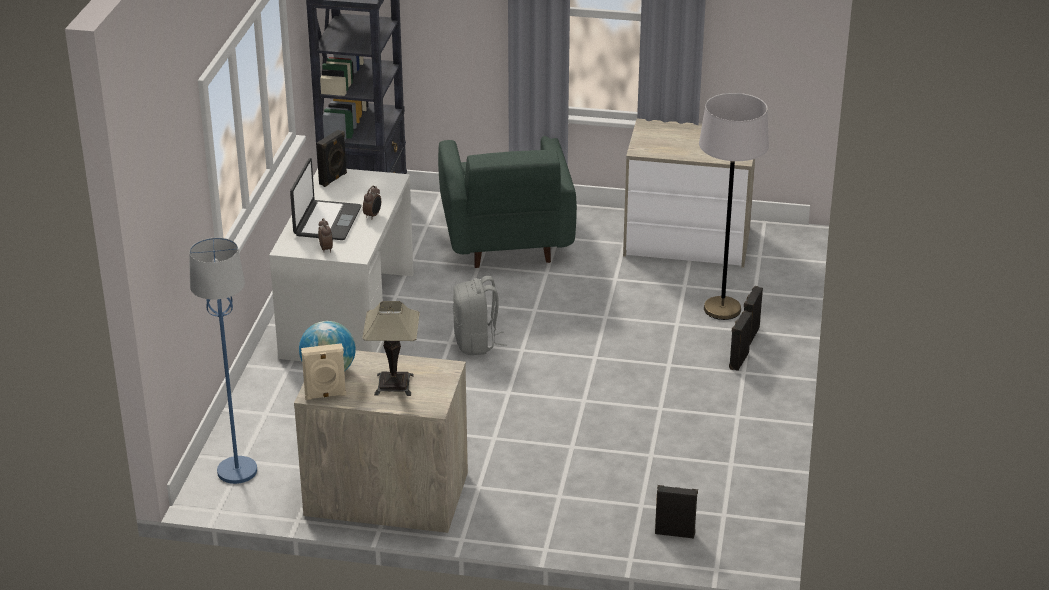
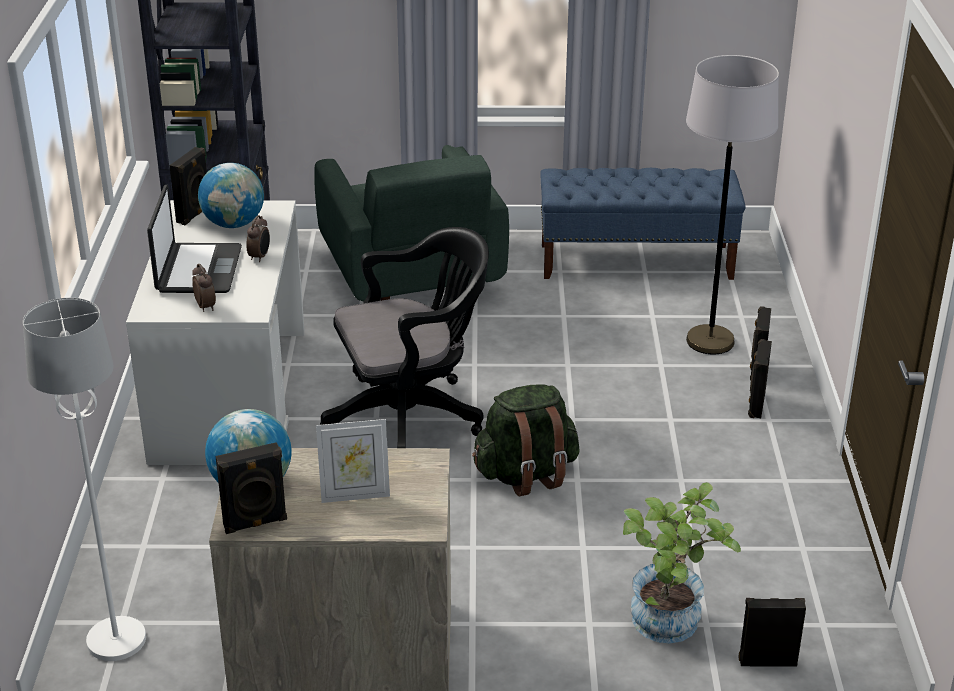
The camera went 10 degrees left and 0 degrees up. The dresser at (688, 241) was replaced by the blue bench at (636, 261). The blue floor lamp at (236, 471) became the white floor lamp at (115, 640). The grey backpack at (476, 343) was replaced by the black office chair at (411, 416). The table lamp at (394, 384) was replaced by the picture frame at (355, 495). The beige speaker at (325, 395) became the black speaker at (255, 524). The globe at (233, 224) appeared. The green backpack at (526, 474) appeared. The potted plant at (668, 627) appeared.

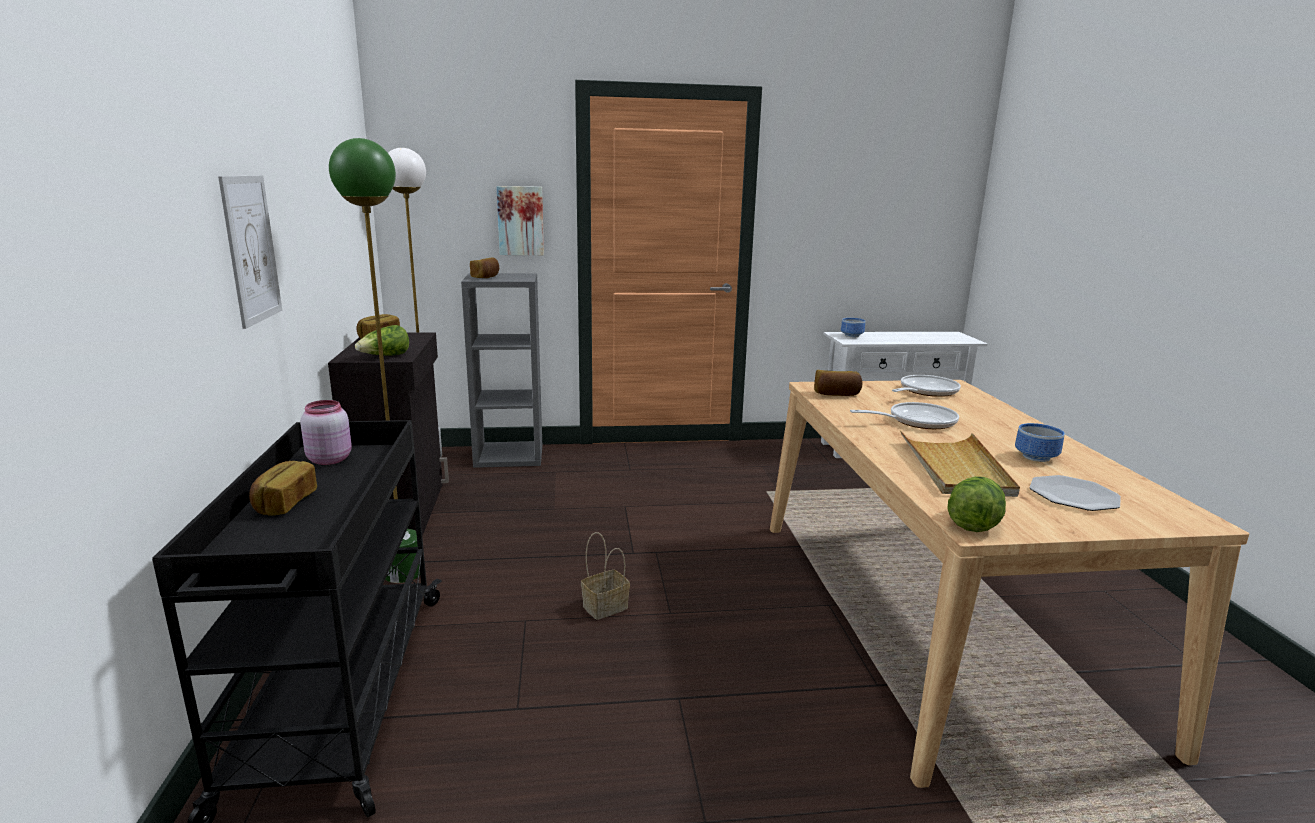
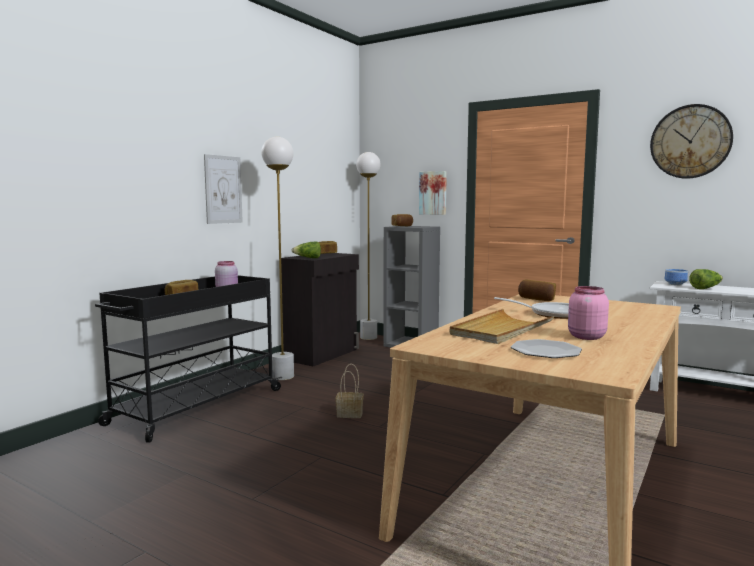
The camera went 40 degrees right and 10 degrees down. The green floor lamp at (403, 573) became the white floor lamp at (283, 376). The frying pan at (925, 391) disappeared. The bowl at (1035, 457) was replaced by the pink jar at (585, 337). The lettuce moved from (973, 520) to (705, 288). The wall clock at (690, 141) appeared.

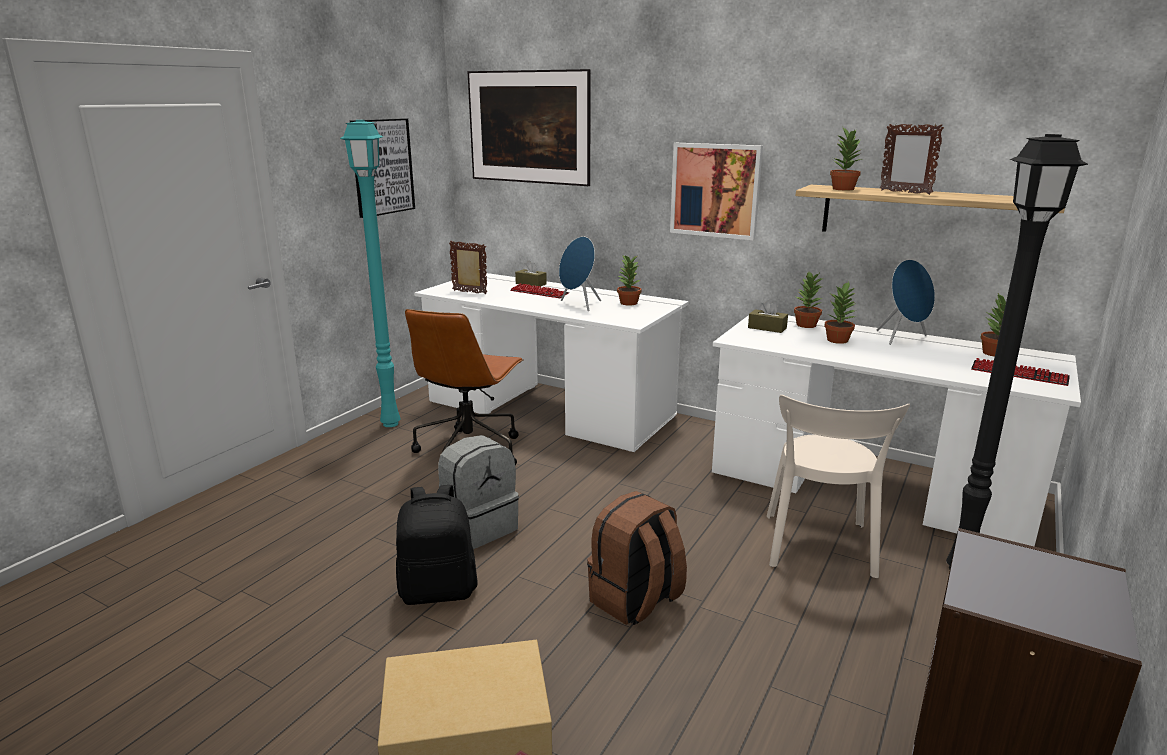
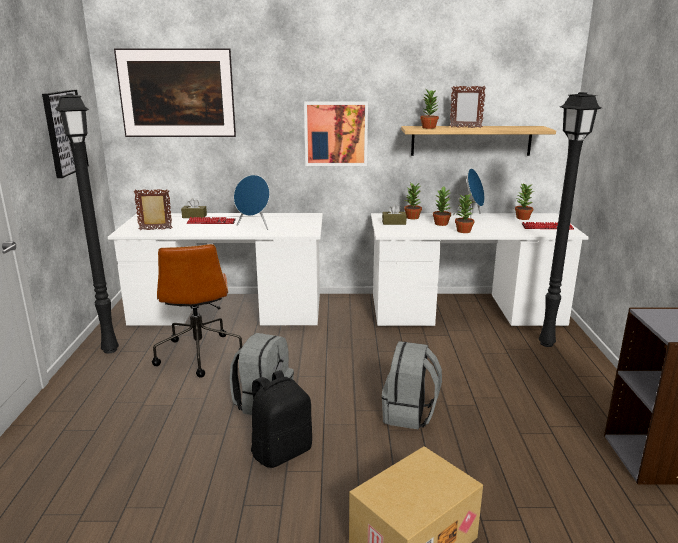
The camera went 30 degrees left and 0 degrees up. The turquoise floor lamp at (392, 423) became the black floor lamp at (111, 349). The potted plant moved from (628, 303) to (463, 231). The beige chair at (819, 548) disappeared. The brown backpack at (636, 601) became the grey backpack at (409, 414).

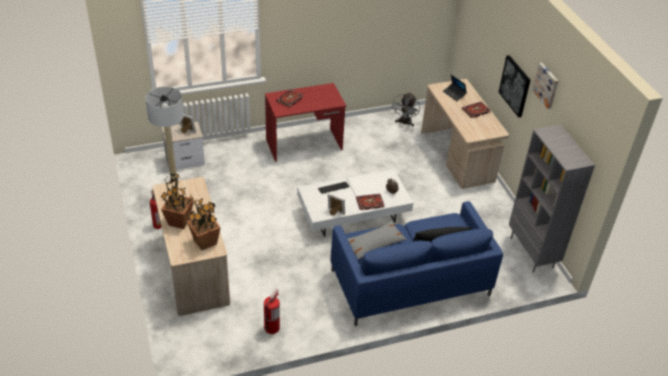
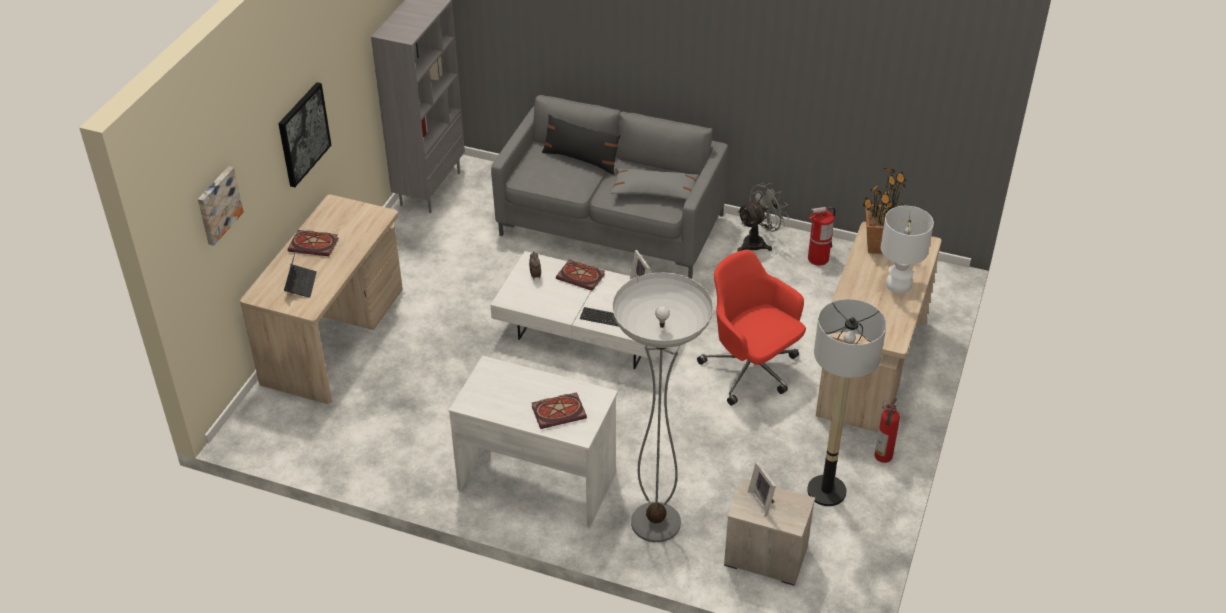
The camera went 140 degrees left and 0 degrees up. The picture moved from (546, 85) to (218, 205). The red desk at (304, 145) became the white desk at (537, 480). The grey fan moved from (404, 123) to (758, 242). The potted plant at (179, 222) was replaced by the white table lamp at (897, 284). The blue sofa at (410, 283) became the grey sofa at (611, 226). The red office chair at (751, 371) appeared. The floor lamp at (655, 522) appeared.

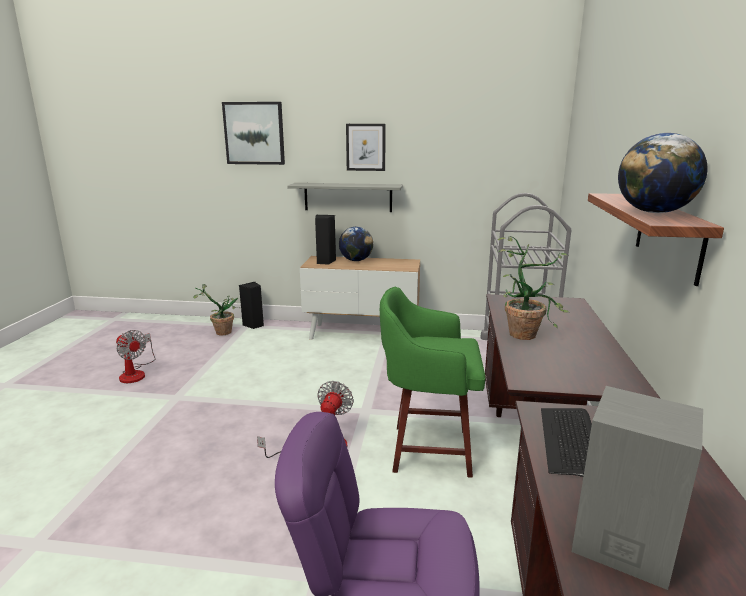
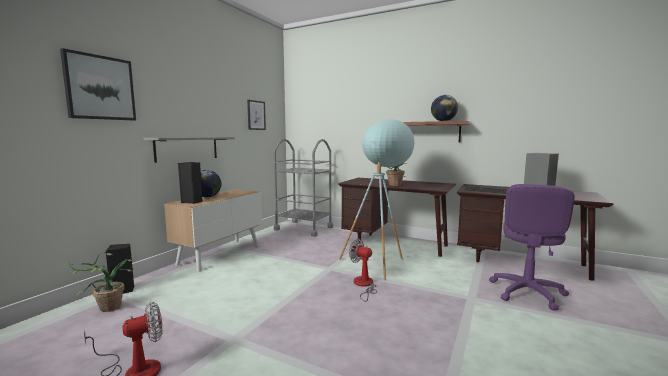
The camera went 70 degrees left and 10 degrees down. The picture moved from (365, 147) to (256, 115). The green stool at (427, 450) was replaced by the turquoise floor lamp at (380, 261).

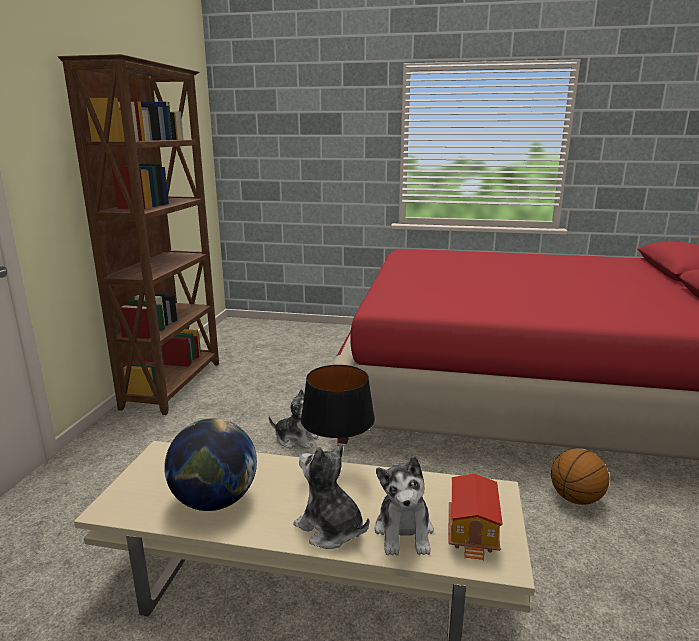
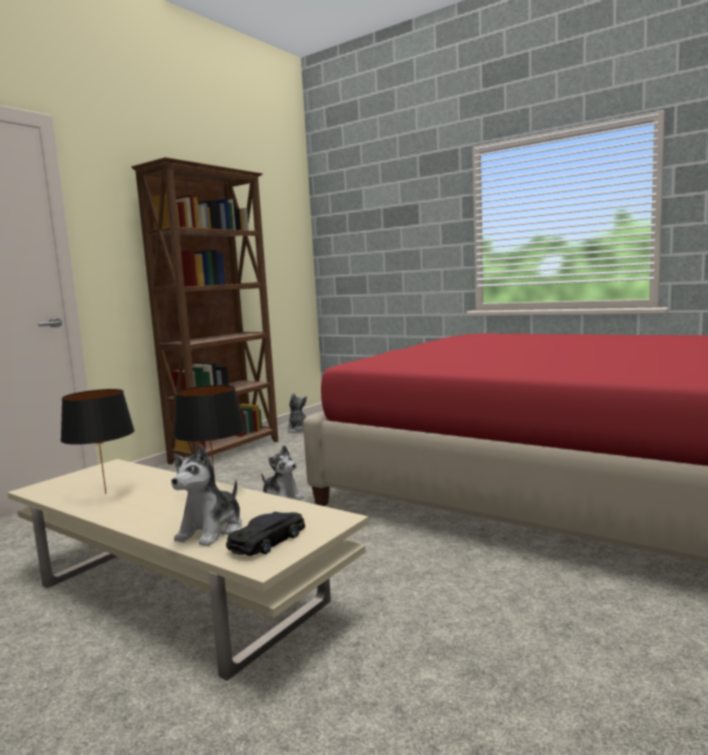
The camera went 25 degrees right and 10 degrees down. The globe at (215, 501) was replaced by the black table lamp at (105, 494). The plush toy moved from (330, 529) to (298, 430). The basketball at (576, 498) disappeared. The toy house at (473, 532) was replaced by the black toy car at (269, 540).

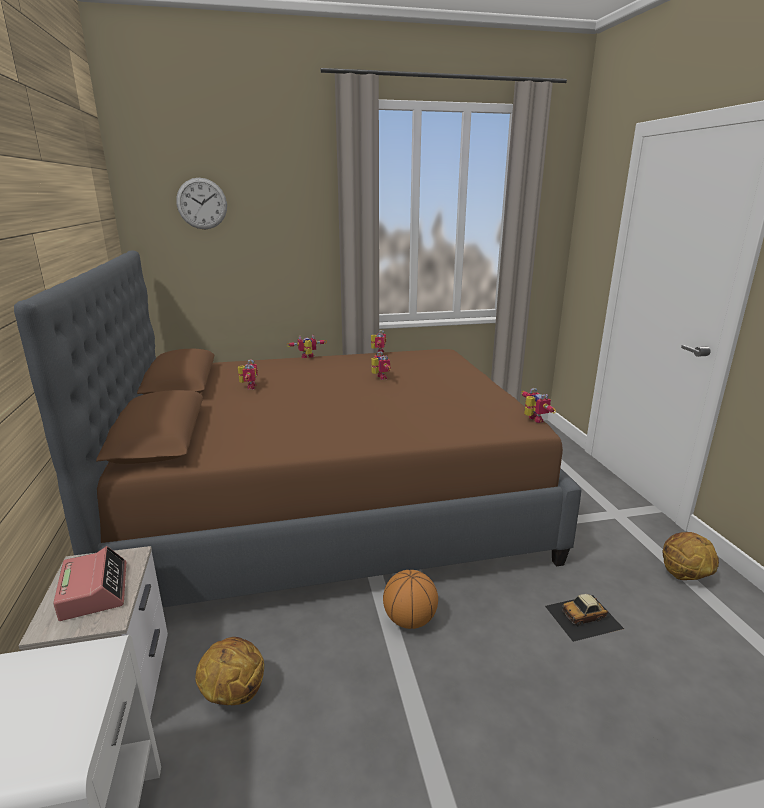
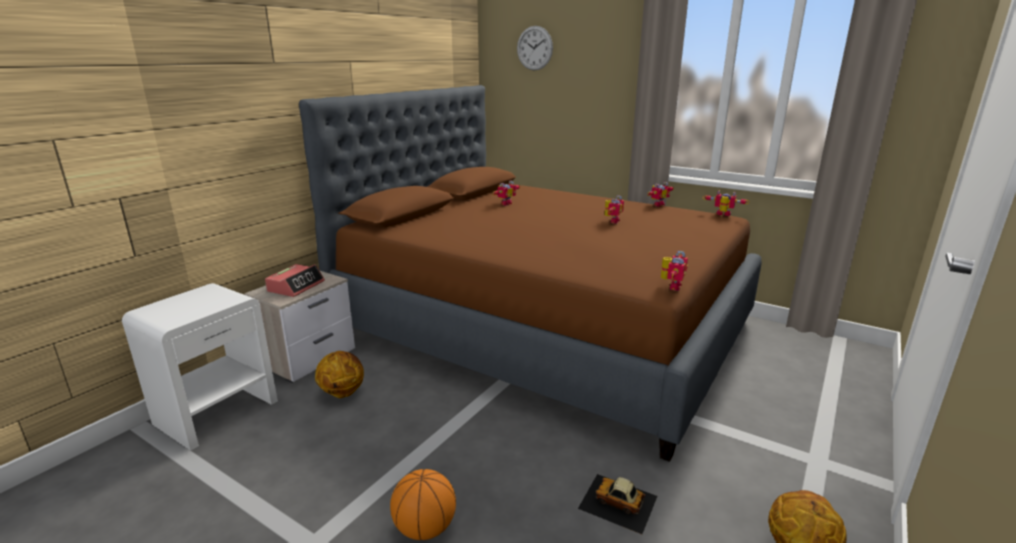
The camera went 45 degrees right and 0 degrees up. The toy robot moved from (308, 357) to (723, 215). The basketball moved from (409, 620) to (425, 528).

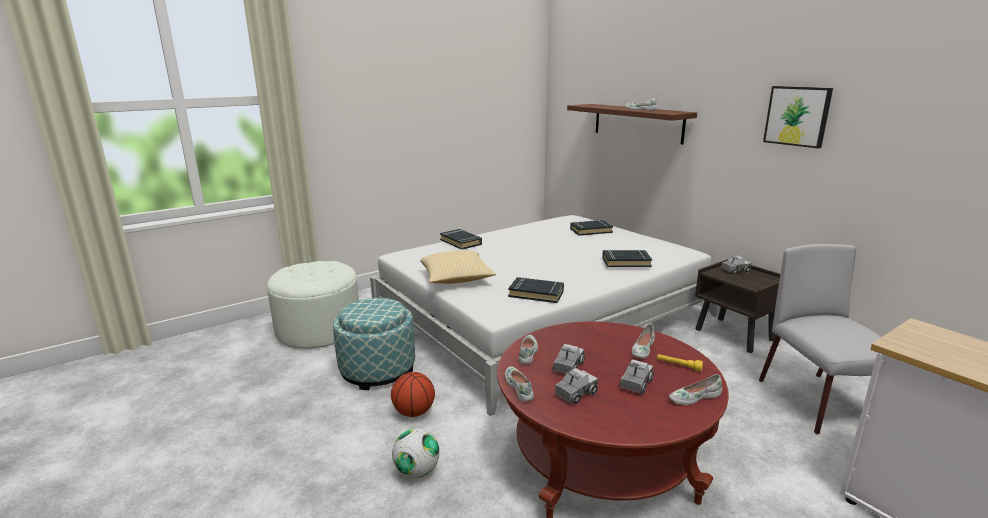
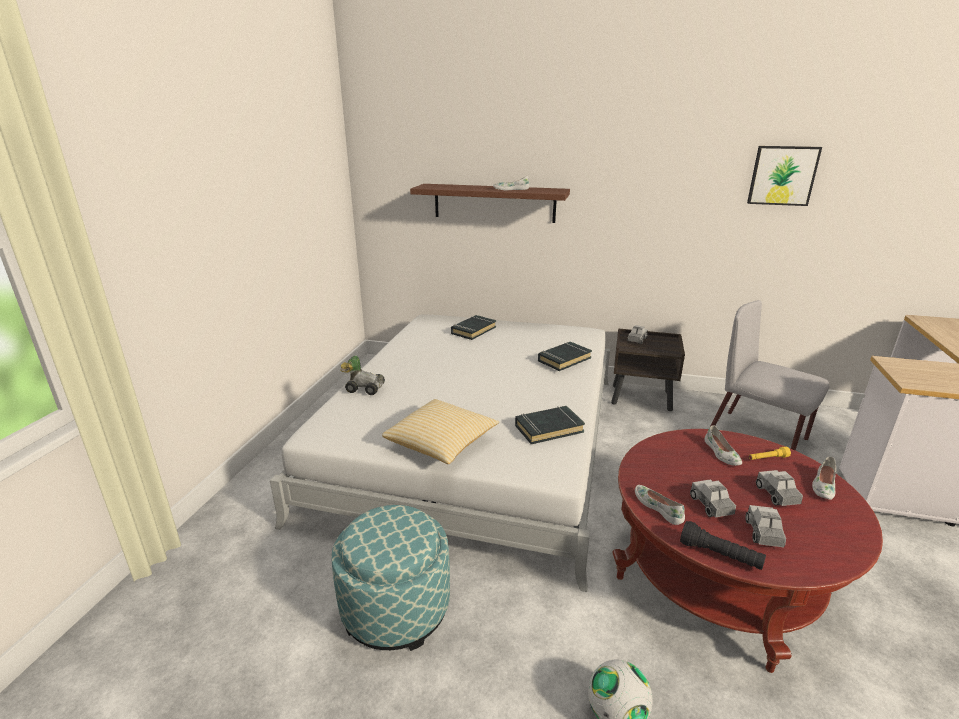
The camera went 40 degrees left and 5 degrees up. The picture moved from (797, 116) to (782, 175). The black book at (461, 242) was replaced by the toy car at (364, 388). The white ottoman at (319, 329) disappeared. The white shoe at (519, 387) was replaced by the black flashlight at (720, 555). The basketball at (414, 412) disappeared.

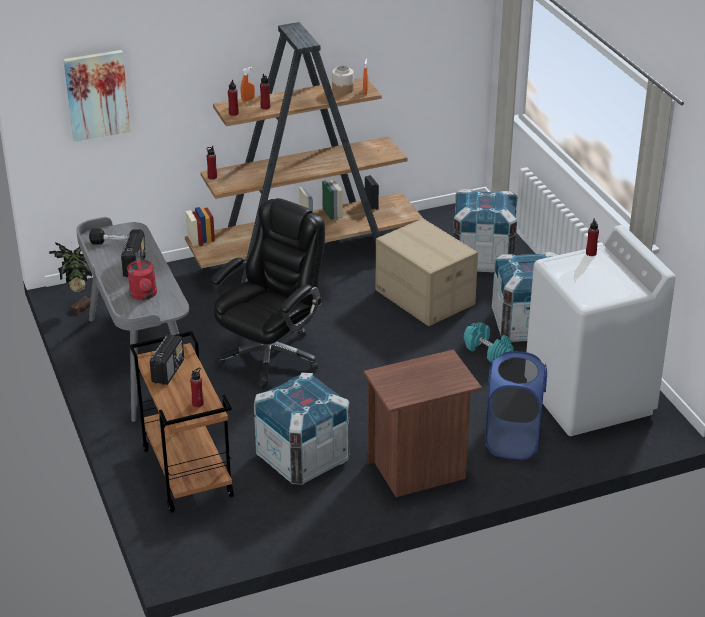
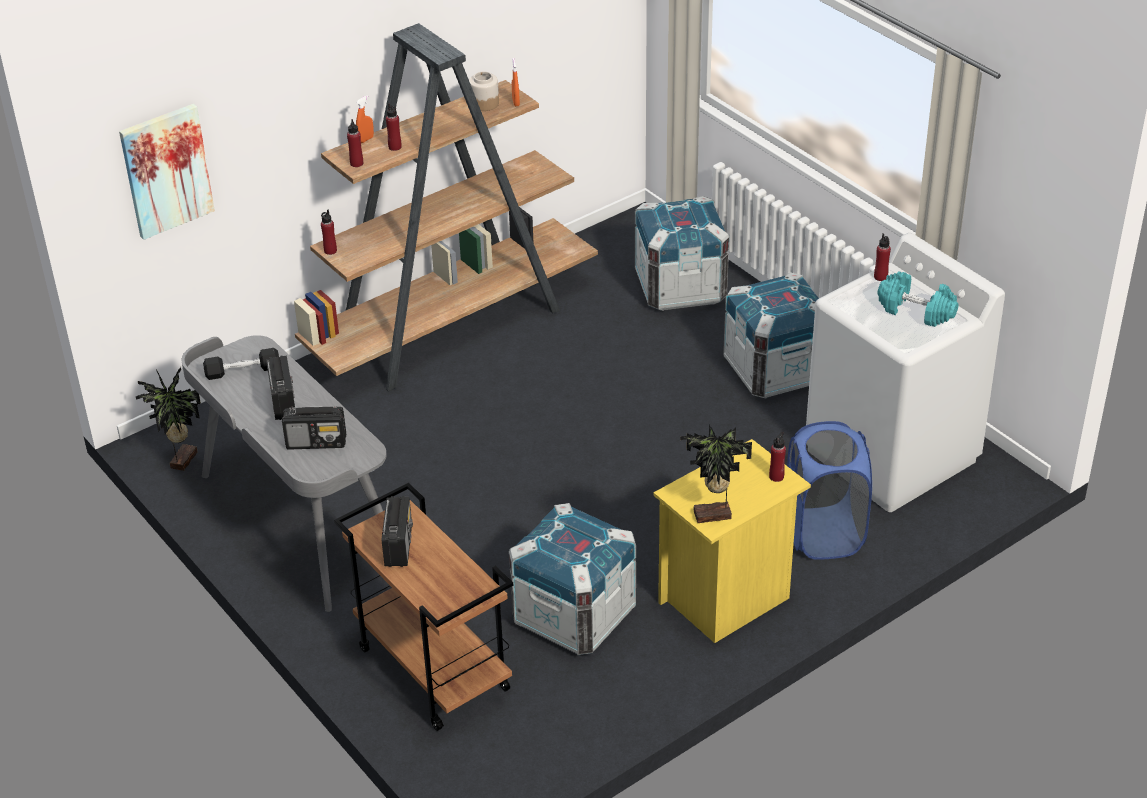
The camera went 15 degrees left and 5 degrees up. The black office chair at (271, 355) disappeared. The cardboard box at (424, 297) disappeared. The red watering can at (144, 295) was replaced by the radio at (317, 442). The turquoise dumbbell moved from (488, 351) to (916, 311). The brown nightstand at (418, 470) became the yellow nightstand at (727, 599). The red bottle moved from (198, 403) to (776, 476). The potted plant at (713, 517) appeared.

